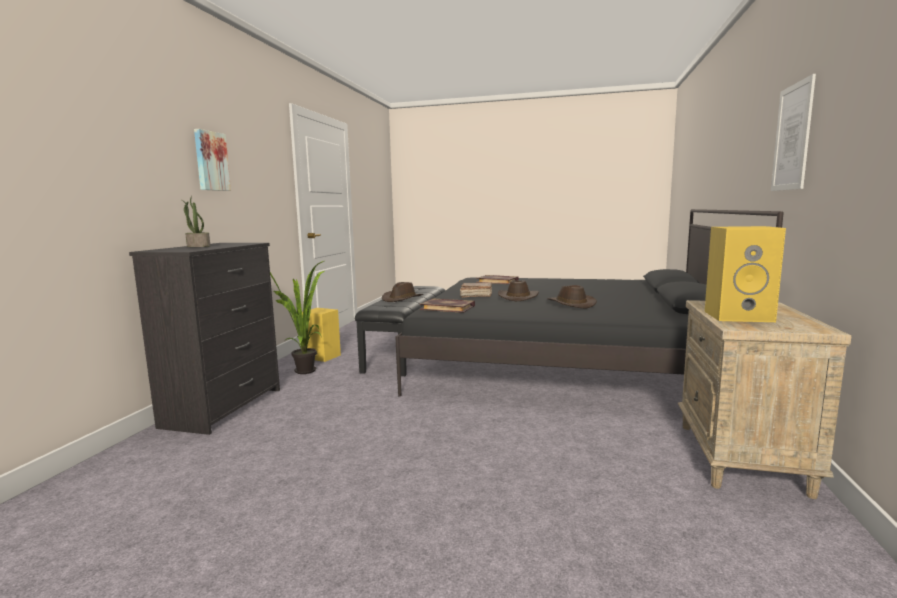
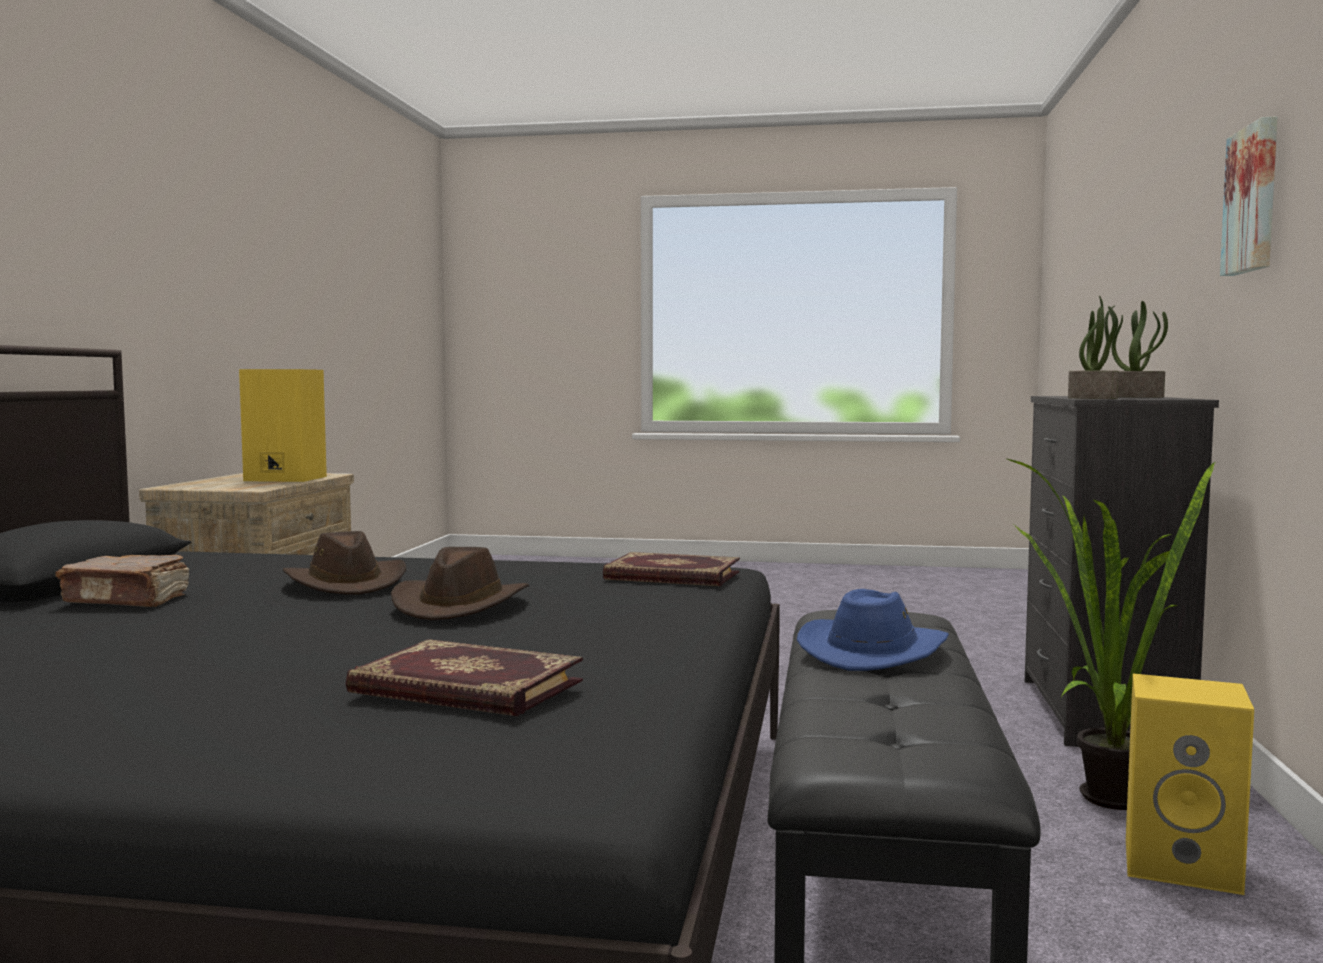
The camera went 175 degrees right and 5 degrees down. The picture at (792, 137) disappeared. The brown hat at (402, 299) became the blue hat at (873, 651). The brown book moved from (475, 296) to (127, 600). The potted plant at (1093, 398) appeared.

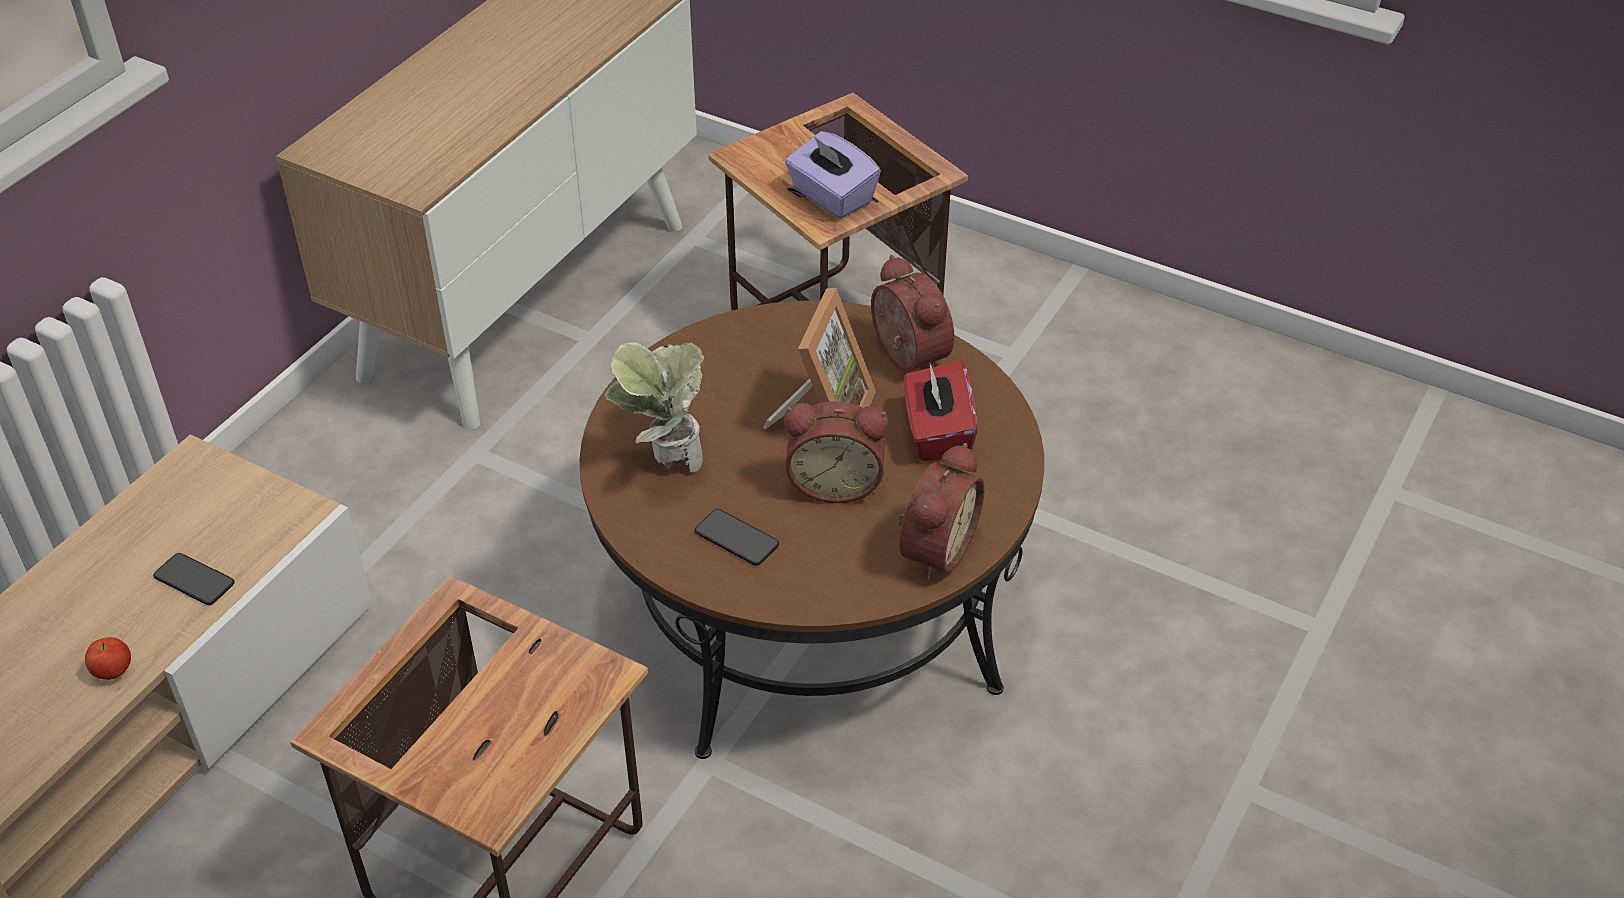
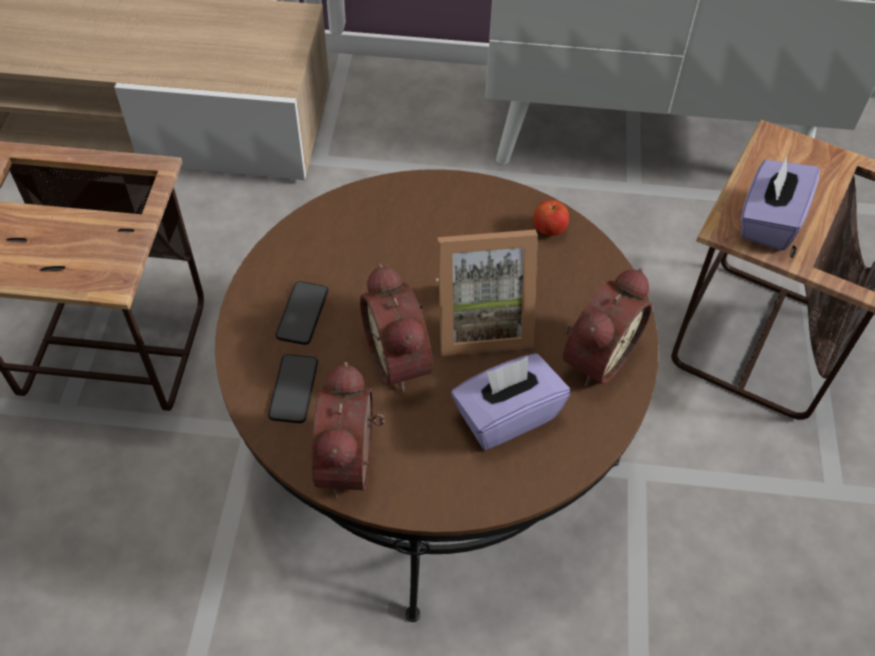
The camera went 65 degrees right and 10 degrees up. The potted plant at (665, 462) disappeared. The red tissue box at (937, 434) became the purple tissue box at (506, 415). The alarm clock at (933, 549) turned 90 degrees clockwise. The phone moved from (194, 580) to (293, 389). The apple moved from (113, 672) to (549, 230).

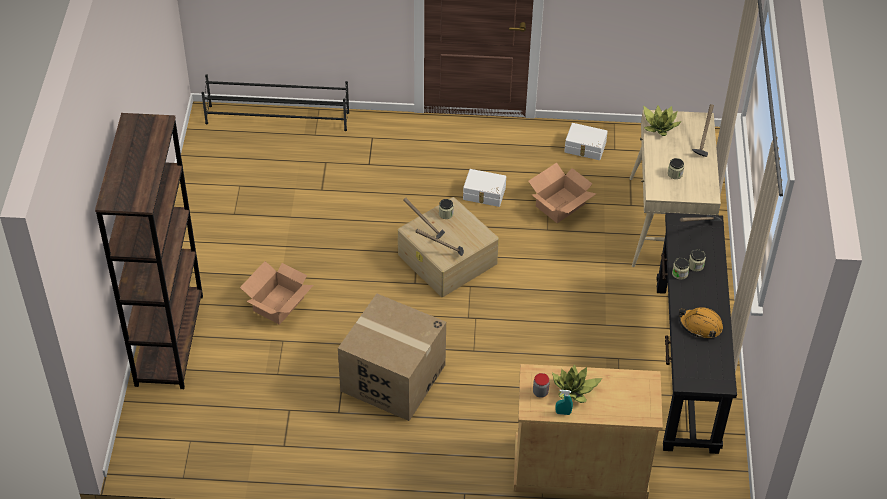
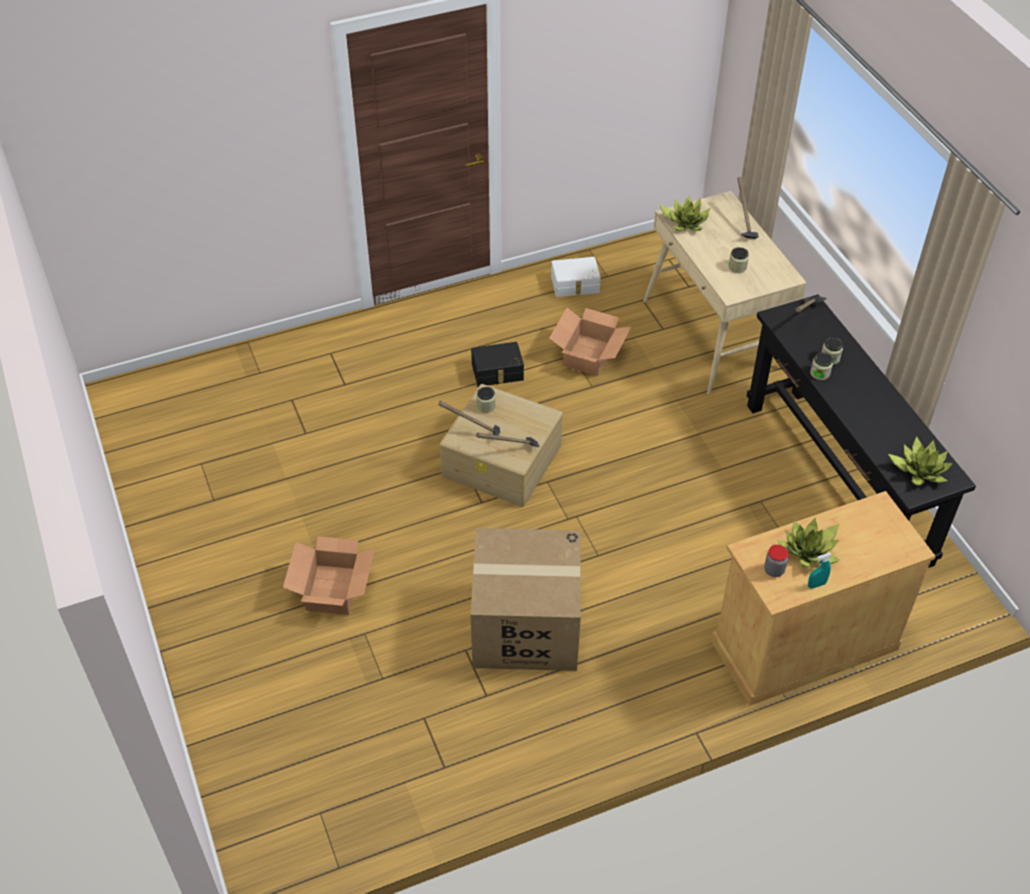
The camera went 25 degrees left and 0 degrees up. The black shoe rack at (278, 118) disappeared. The brown bookcase at (169, 339) disappeared. The white storage box at (484, 194) became the black storage box at (497, 372). The orange hard hat at (700, 325) disappeared. The potted plant at (919, 470) appeared.

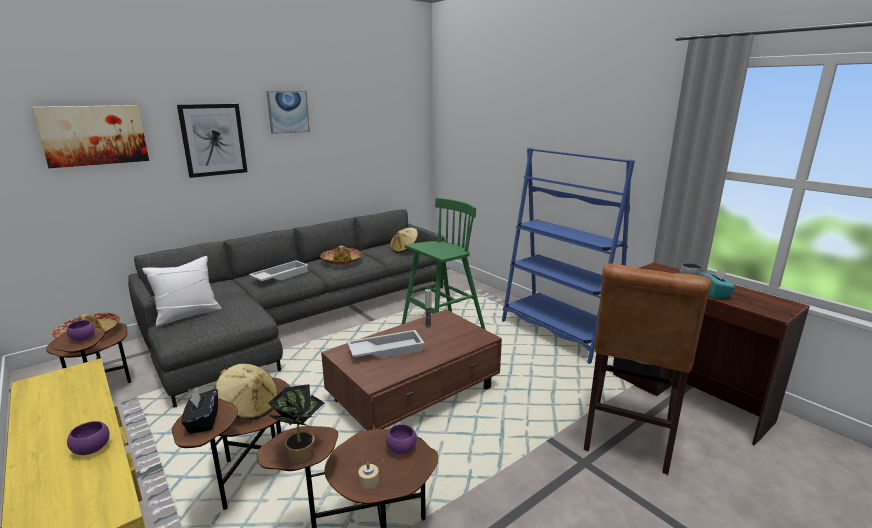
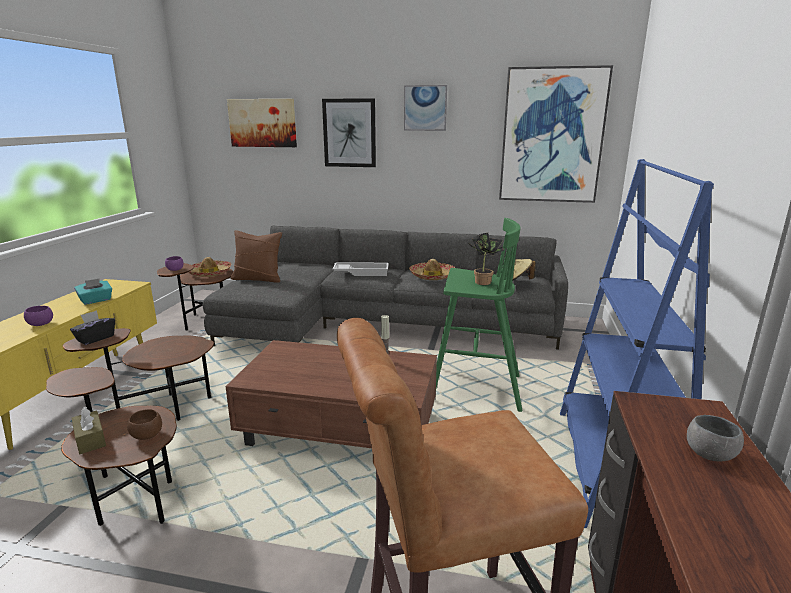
The camera went 50 degrees right and 0 degrees up. The white pillow at (188, 315) became the brown pillow at (258, 279). The turquoise tissue box moved from (714, 293) to (96, 300). The white tray at (386, 350) disappeared. The beige hat at (250, 407) disappeared. The potted plant moved from (300, 453) to (483, 281). The purple bowl at (402, 449) became the brown bowl at (147, 435). The beige candle at (369, 481) was replaced by the brown tissue box at (90, 439). The picture at (552, 136) appeared.

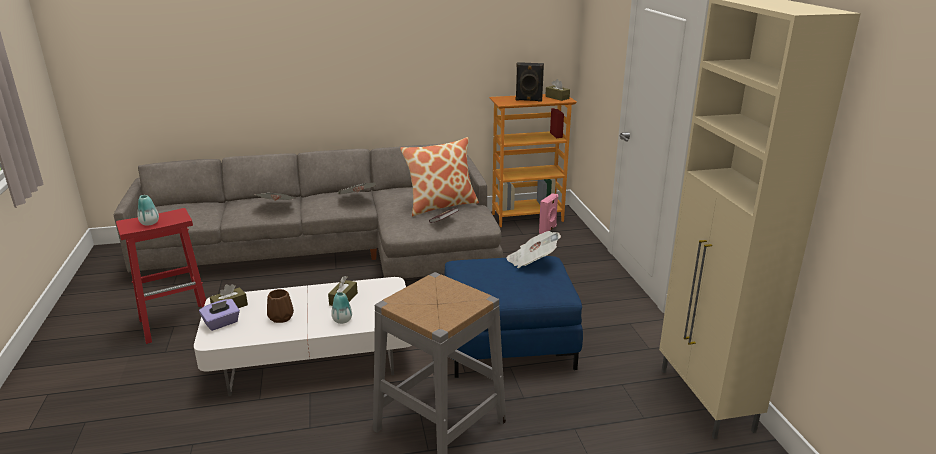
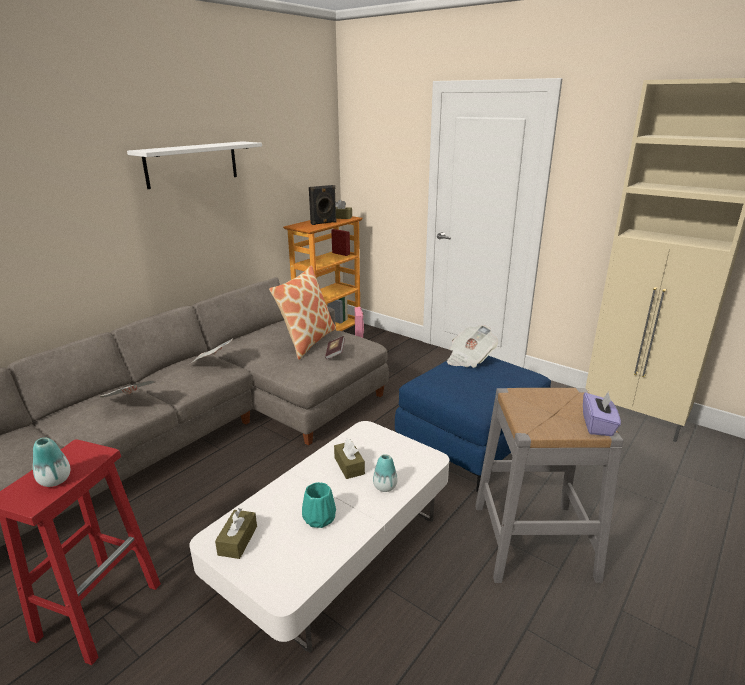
The camera went 40 degrees left and 0 degrees up. The brown vase at (281, 317) became the turquoise vase at (320, 518). The purple tissue box moved from (222, 323) to (598, 425). The white shelf at (192, 164) appeared.

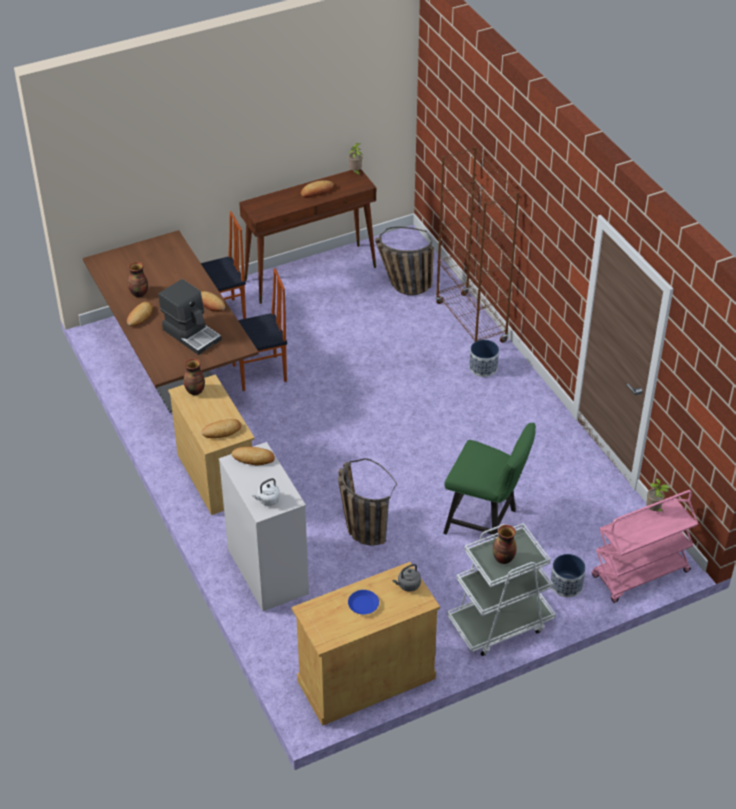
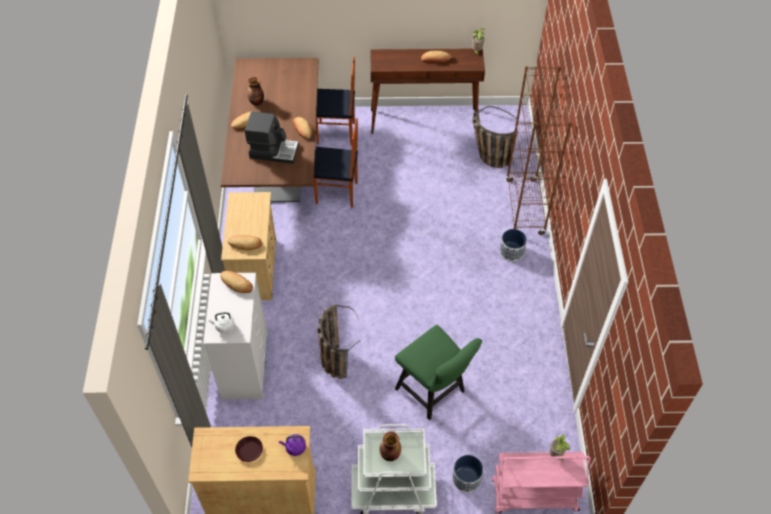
The camera went 25 degrees right and 10 degrees up. The coffee machine at (192, 334) turned 60 degrees counterclockwise. The vase at (195, 391) disappeared. The grey kettle at (407, 585) became the purple kettle at (294, 447). The blue plate at (363, 604) became the brown plate at (249, 450).

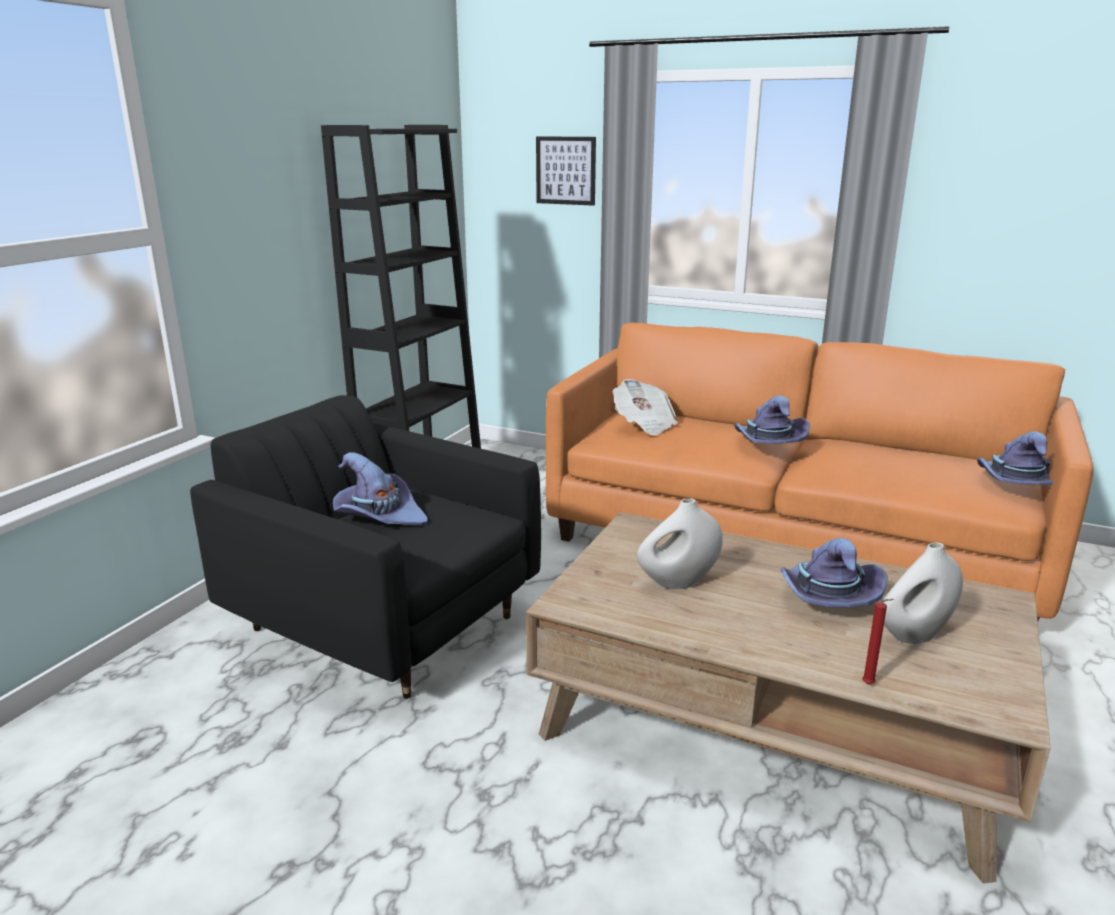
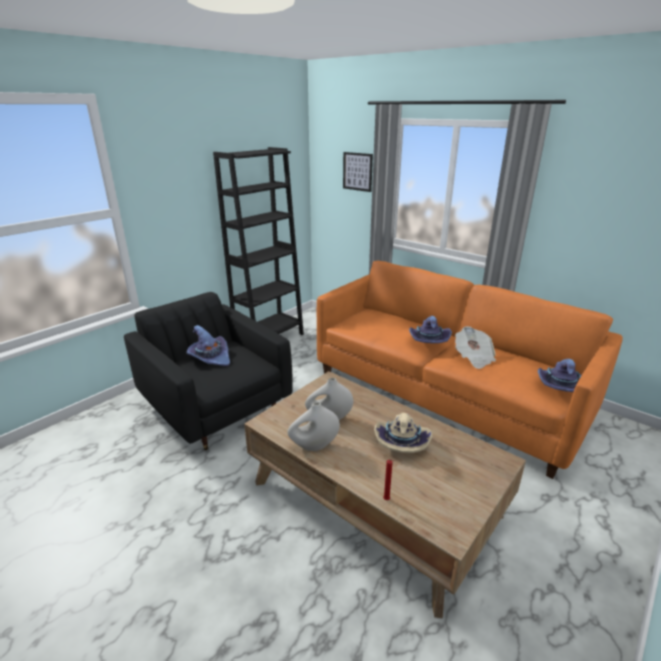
The camera went 15 degrees right and 5 degrees up. The newspaper moved from (644, 424) to (473, 357). The purple hat at (826, 597) became the beige hat at (401, 441). The white vase moved from (914, 635) to (314, 446).

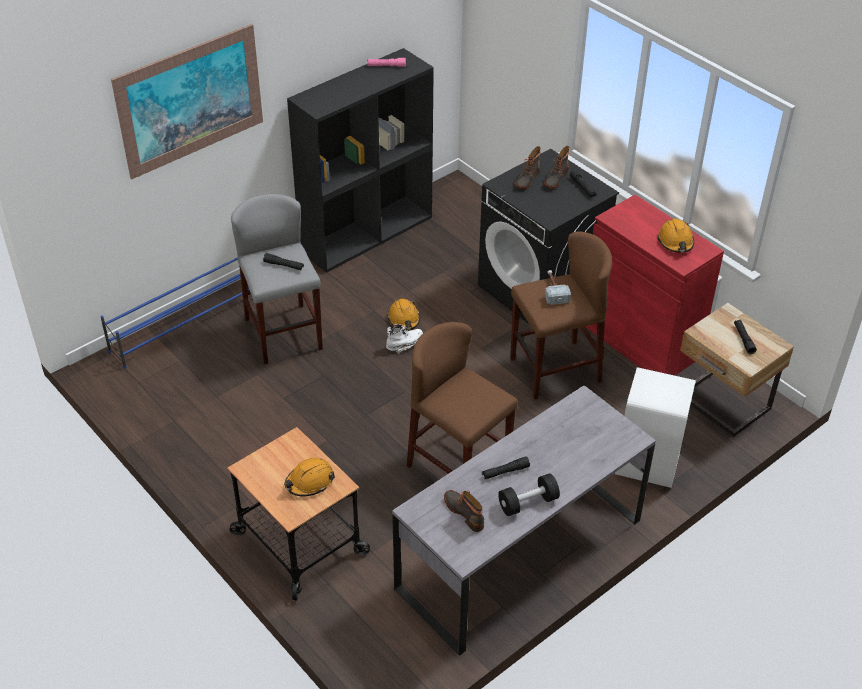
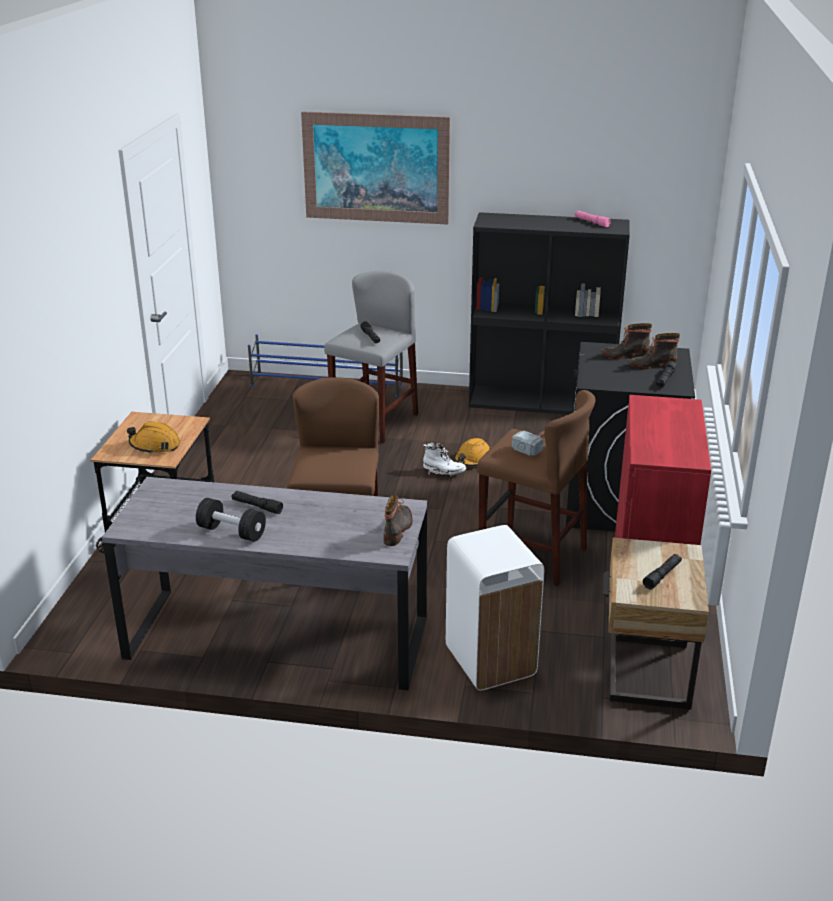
The camera went 50 degrees right and 15 degrees down. The orange hard hat at (675, 242) disappeared. The boot moved from (465, 512) to (398, 529).

